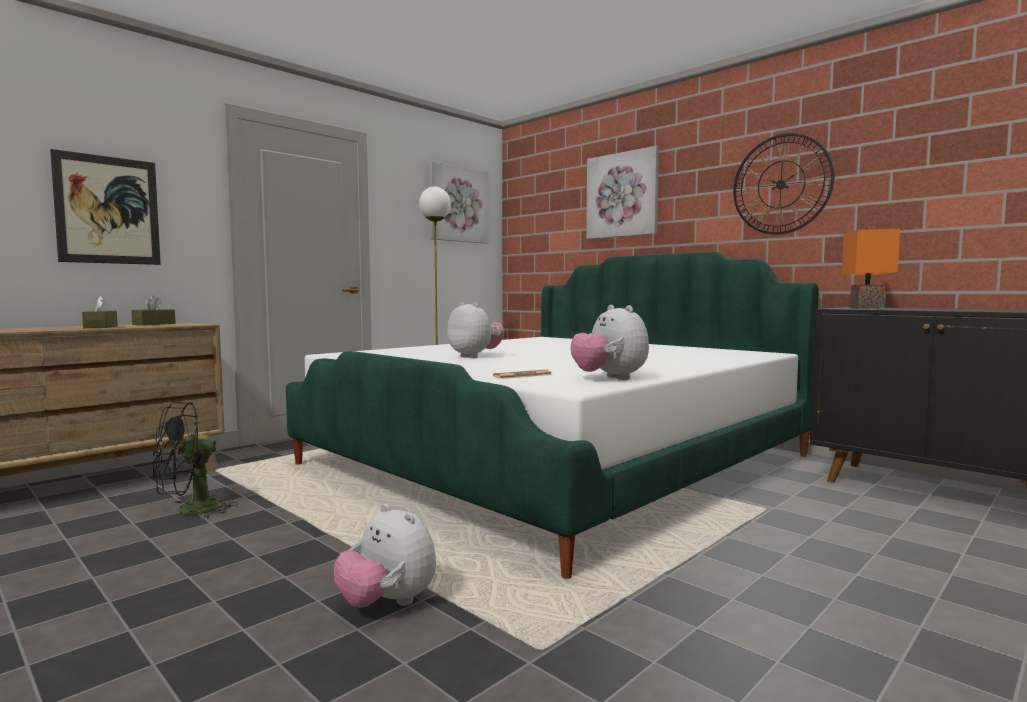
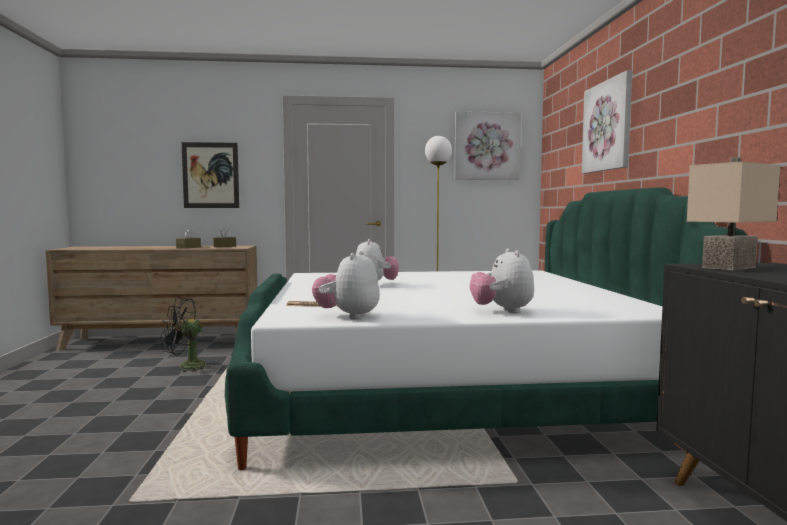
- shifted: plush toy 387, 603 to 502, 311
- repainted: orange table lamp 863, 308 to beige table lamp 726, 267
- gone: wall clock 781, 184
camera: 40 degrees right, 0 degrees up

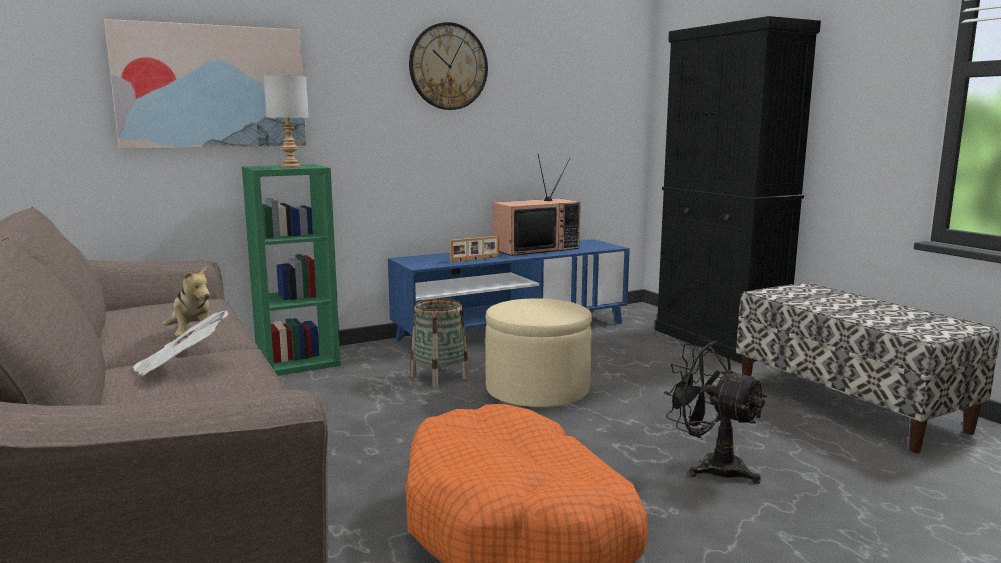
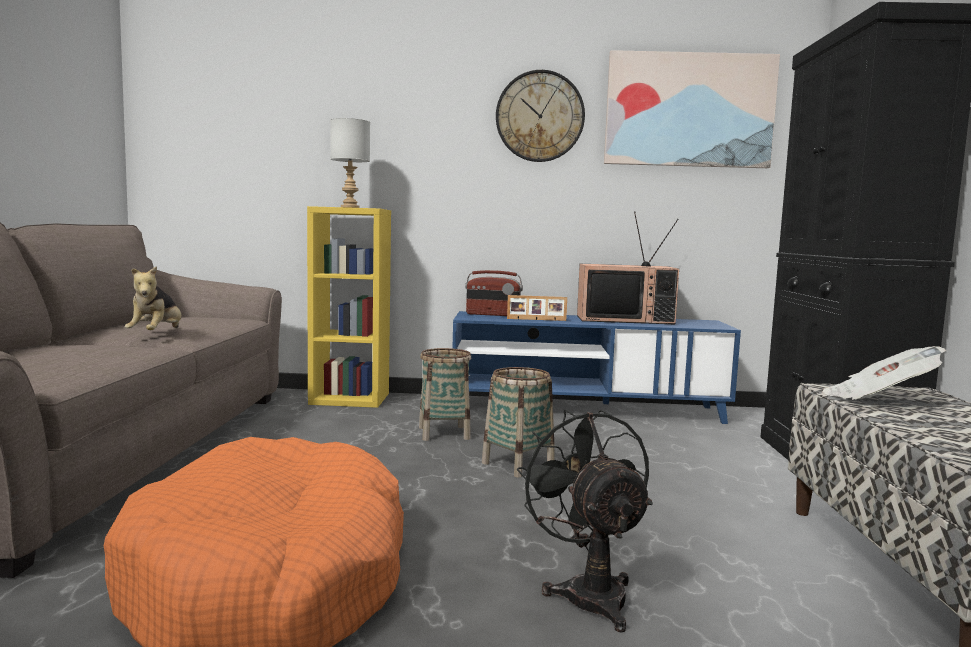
- repainted: green bookcase 298, 362 to yellow bookcase 351, 398
- new: radio 493, 314
- swapped: beige ottoman 537, 391 to basket 518, 465
- shifted: picture 211, 87 to 688, 110
- shifted: newspaper 181, 367 to 878, 400
camera: 30 degrees right, 5 degrees down

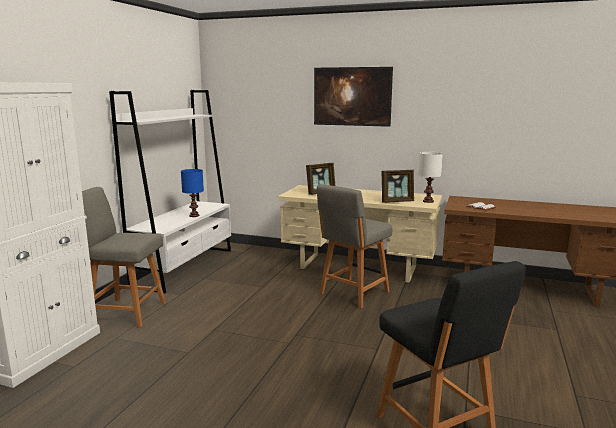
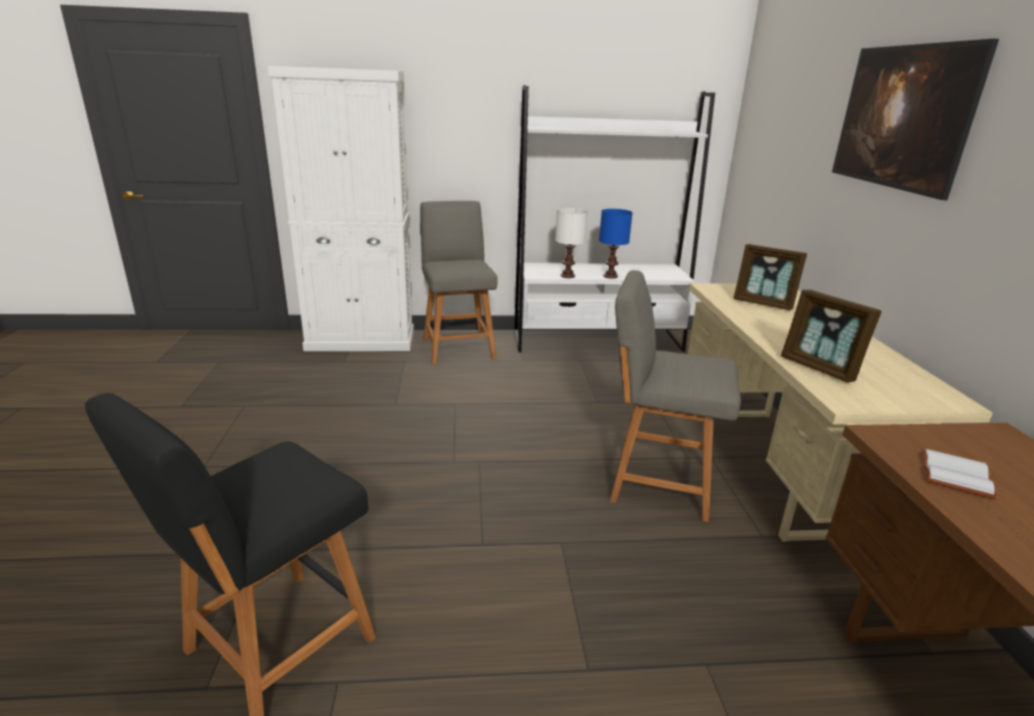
- shifted: white table lamp 428, 201 to 568, 276
camera: 65 degrees right, 10 degrees up

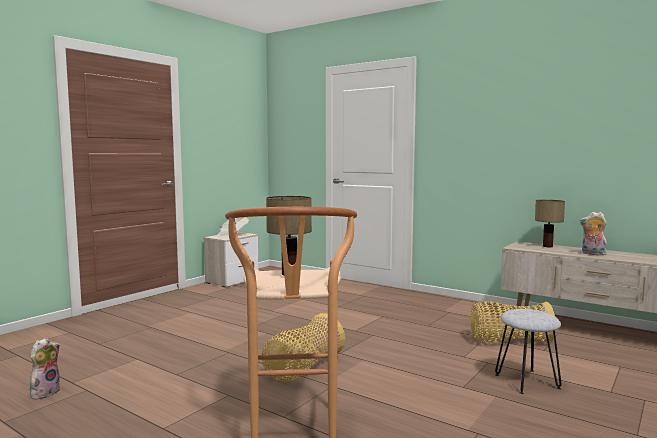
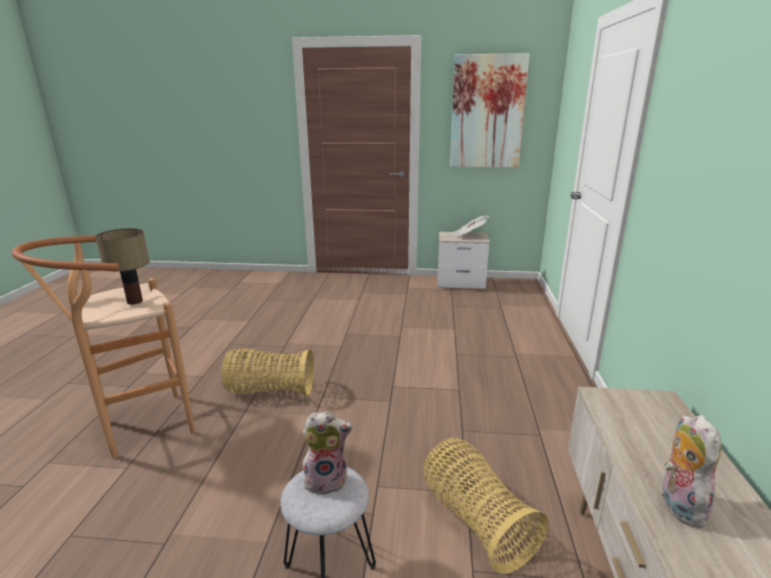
- shifted: plush toy 45, 392 to 327, 480
- new: picture 487, 112
- gone: table lamp 547, 246
camera: 60 degrees right, 15 degrees up

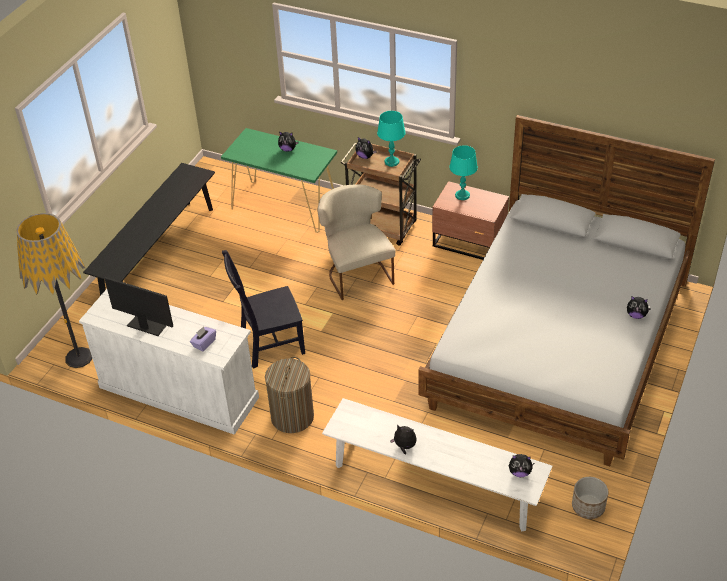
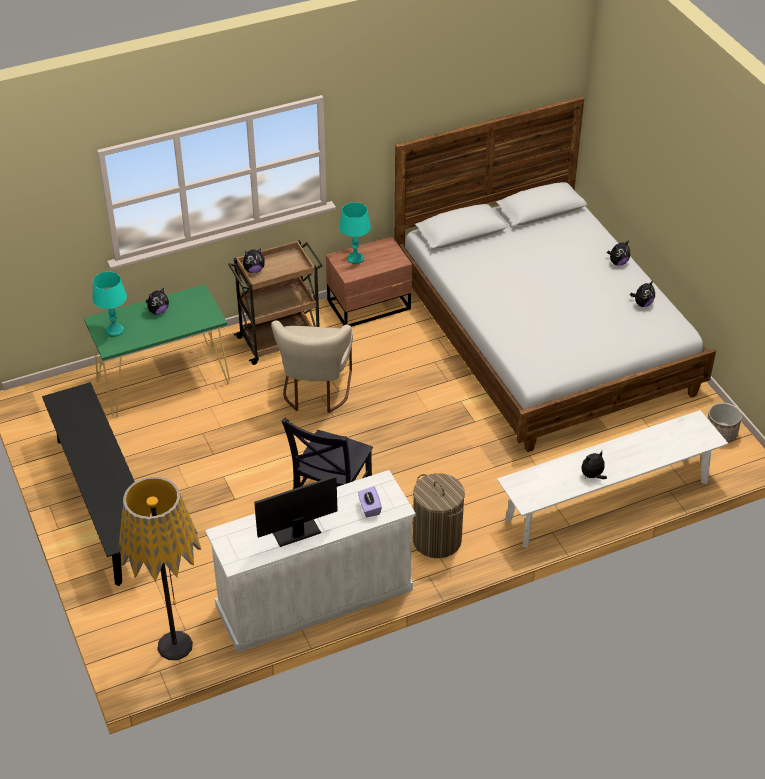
- shifted: turquoise table lamp 391, 162 to 114, 330
- rotated: beige chair 357, 273 = 316, 392 105 degrees counterclockwise
- shifted: plush toy 519, 472 to 642, 304
camera: 50 degrees left, 0 degrees up

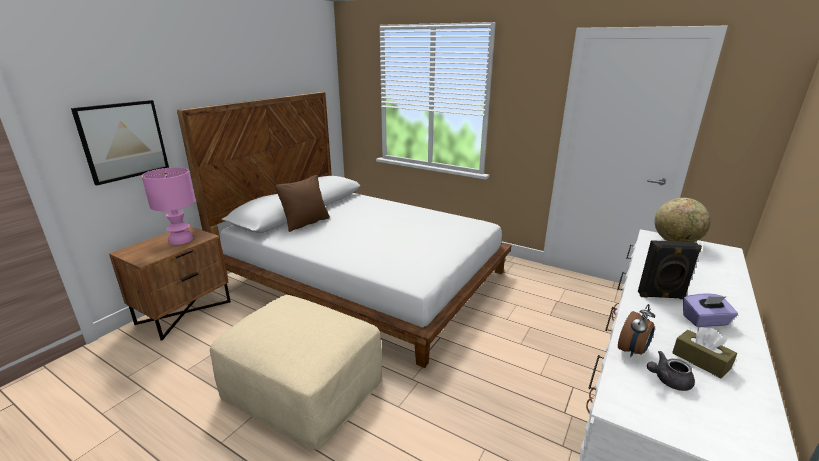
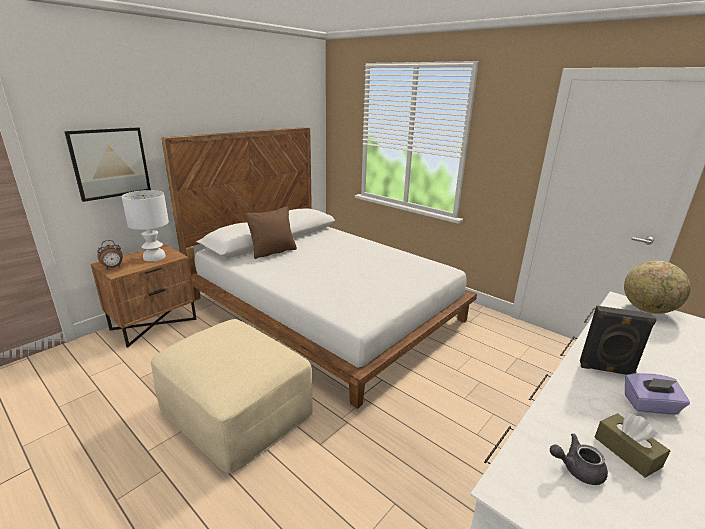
- shifted: alarm clock 632, 351 to 113, 267
- repainted: pink table lamp 181, 239 to white table lamp 155, 257
camera: 10 degrees right, 0 degrees up

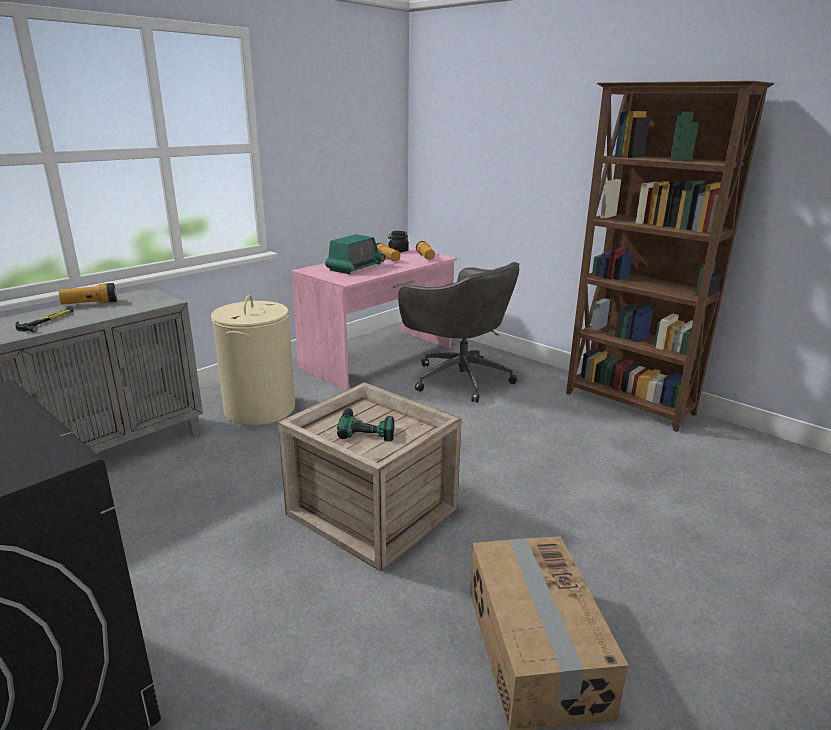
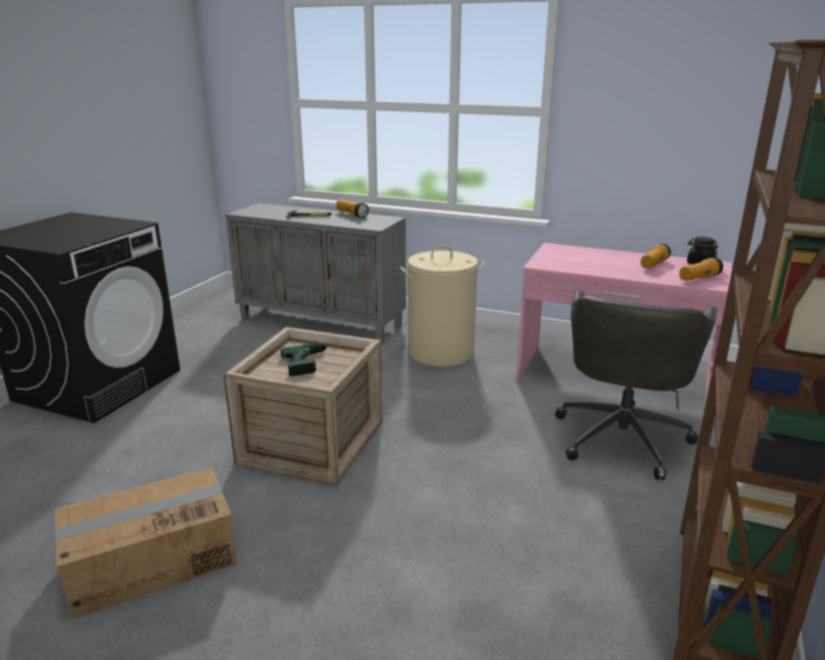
- gone: radio 355, 267
camera: 70 degrees right, 0 degrees up

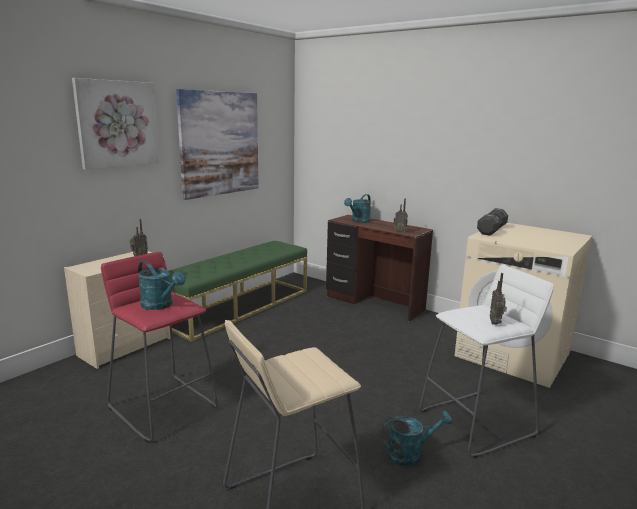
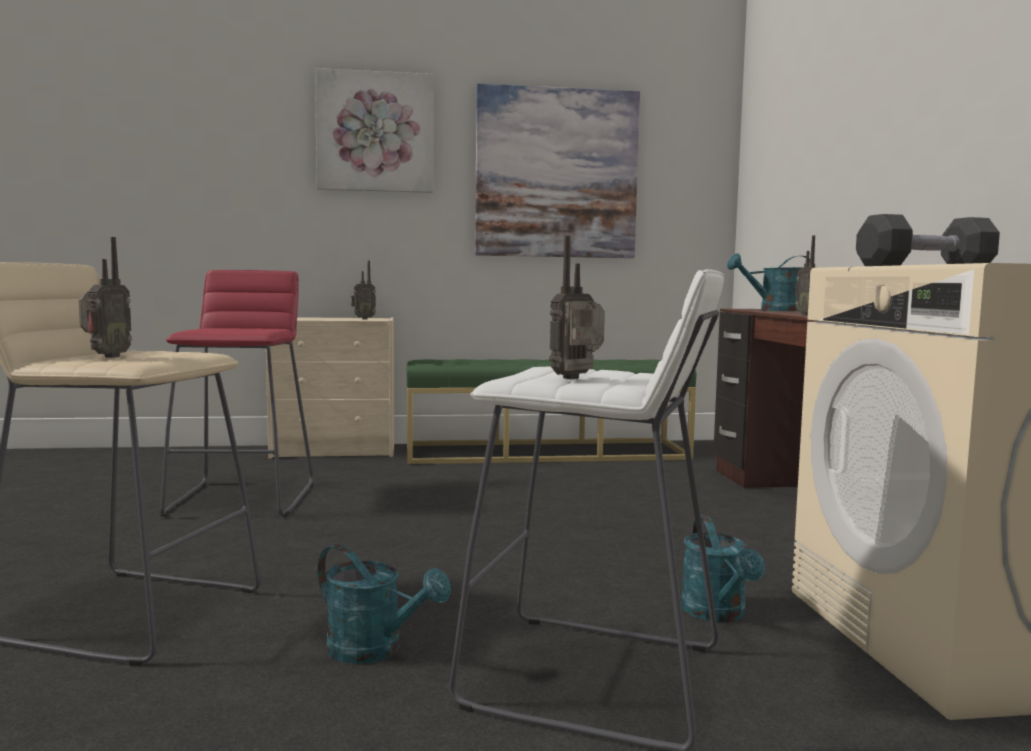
- new: radio 105, 357
- shifted: turquoise watering can 161, 305 to 718, 614
camera: 45 degrees right, 10 degrees down

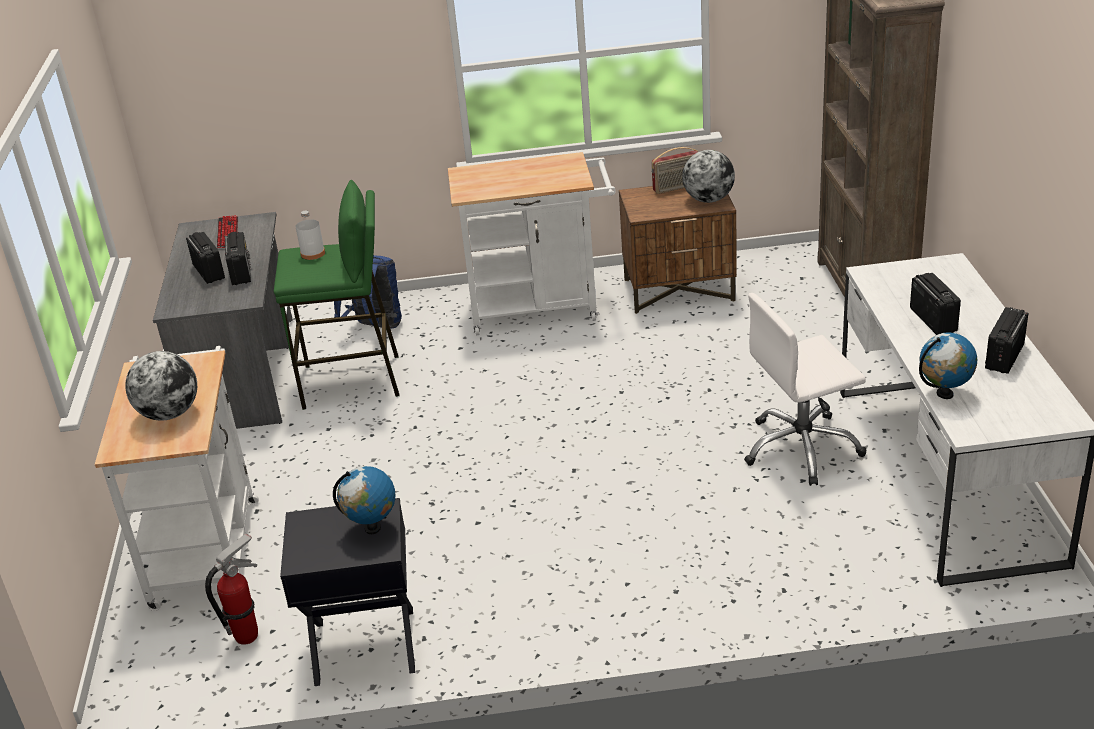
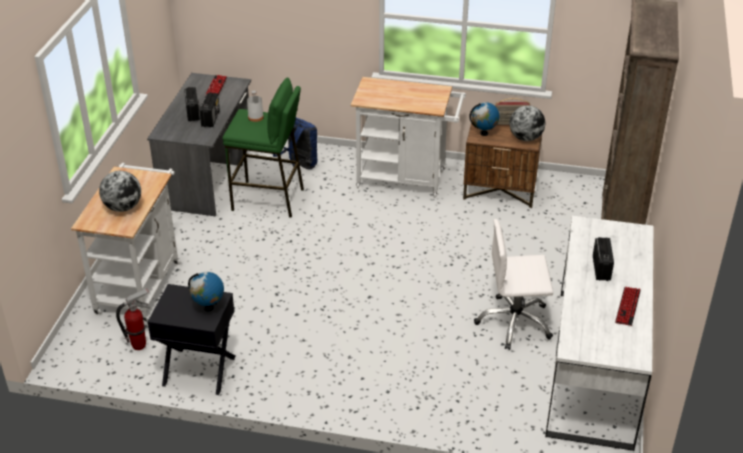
- shifted: globe 944, 394 to 484, 133
- swapped: radio 1004, 357 to keyboard 627, 307
camera: 15 degrees right, 5 degrees up

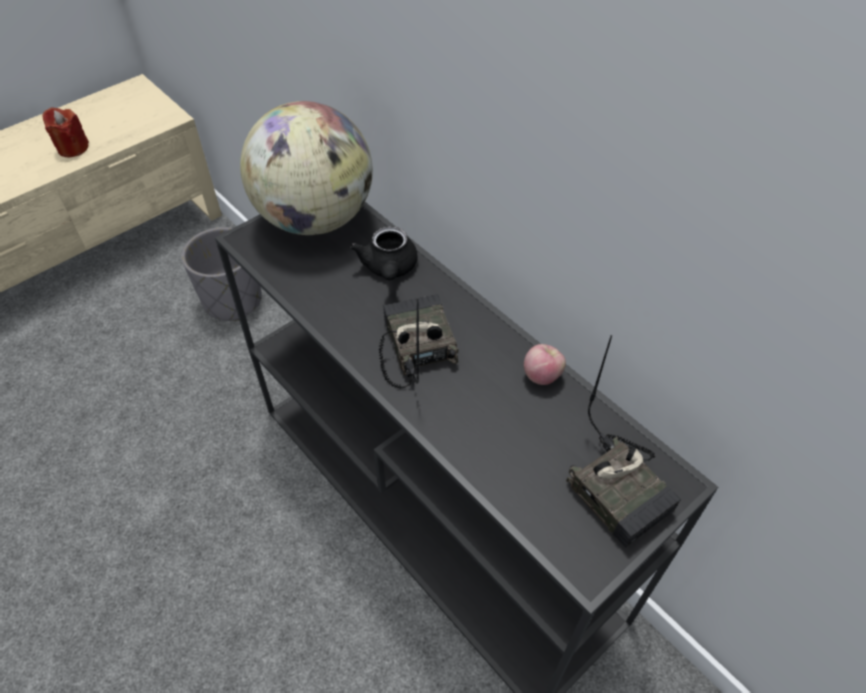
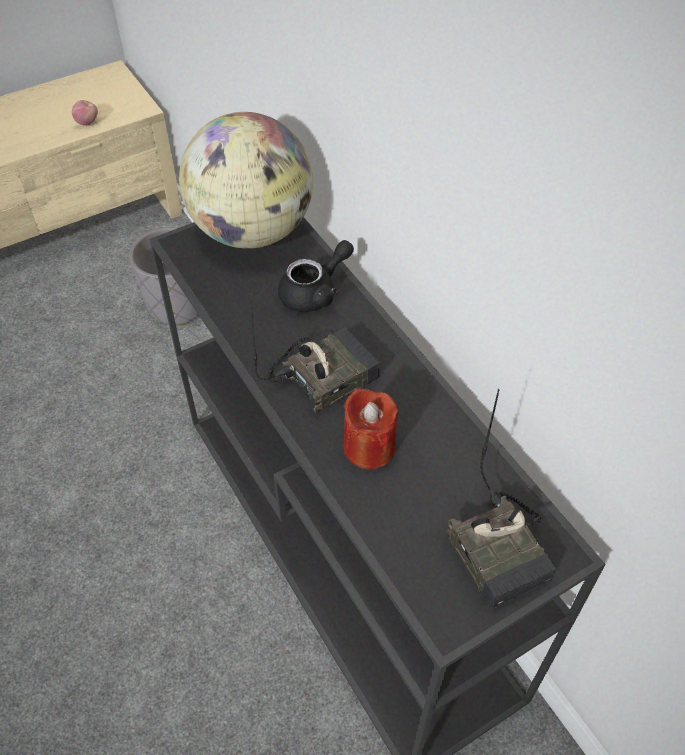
- shifted: apple 542, 375 to 87, 122
- rotated: radio 414, 346 = 323, 375 60 degrees clockwise
- rotated: black teapot 389, 269 = 315, 292 135 degrees counterclockwise
- shifted: red candle 73, 148 to 369, 447
camera: 10 degrees right, 0 degrees up

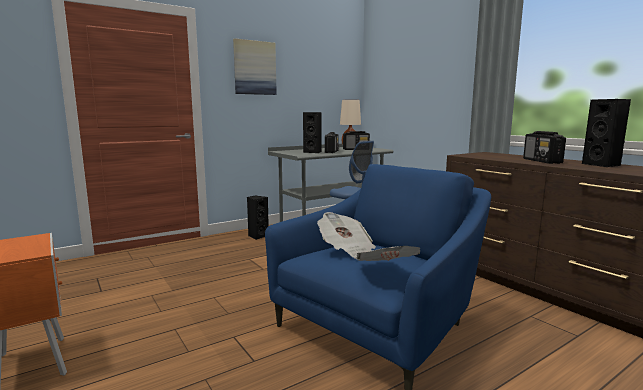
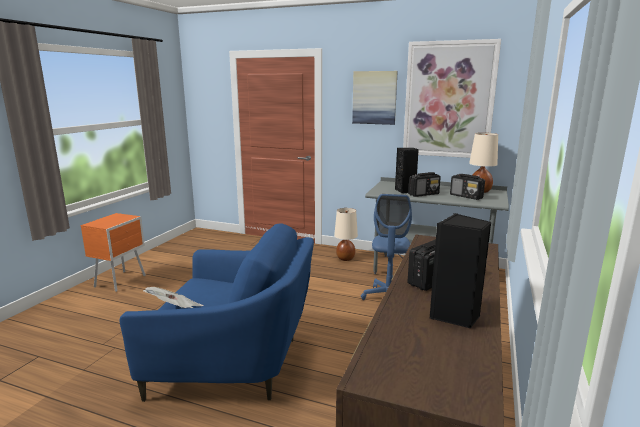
- swapped: black speaker 257, 236 to beige table lamp 345, 258
- new: picture 448, 100
- gone: newspaper 346, 250
camera: 55 degrees right, 5 degrees up

